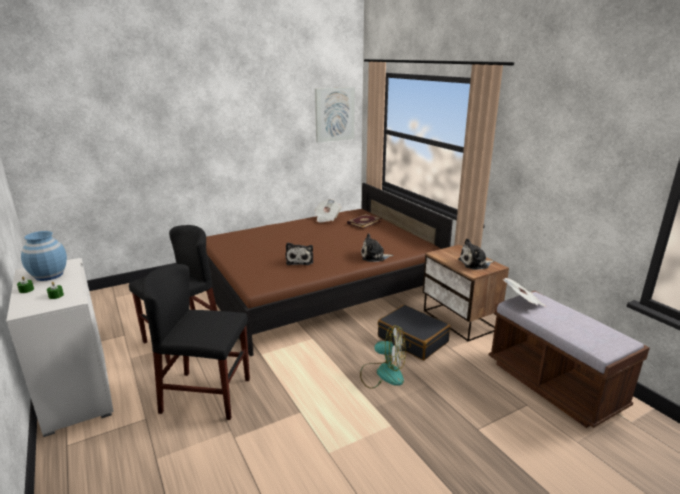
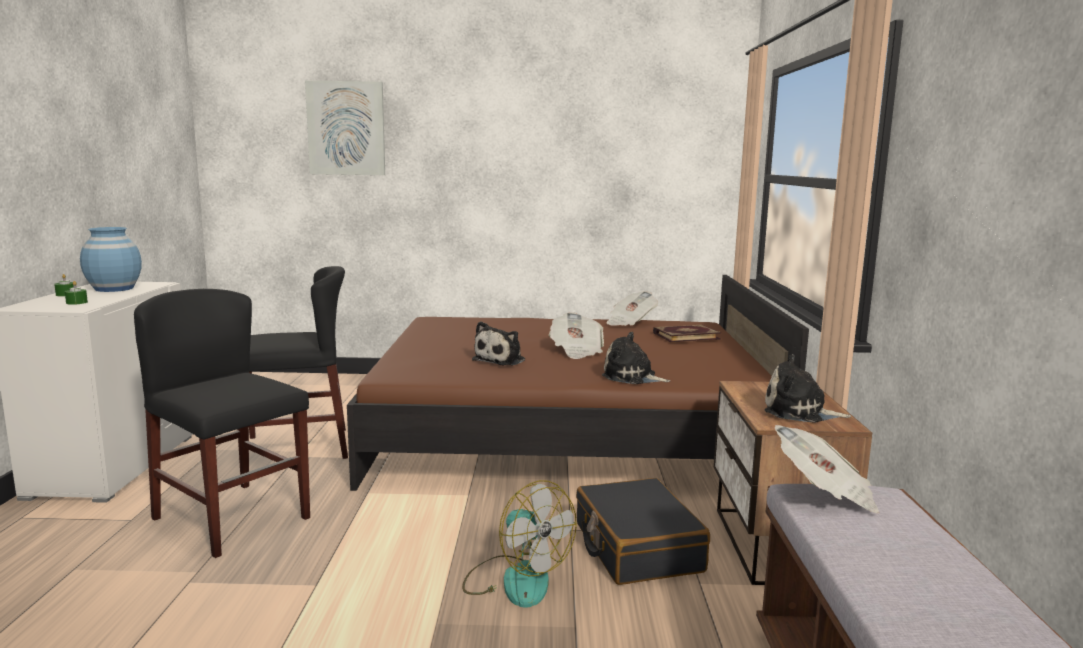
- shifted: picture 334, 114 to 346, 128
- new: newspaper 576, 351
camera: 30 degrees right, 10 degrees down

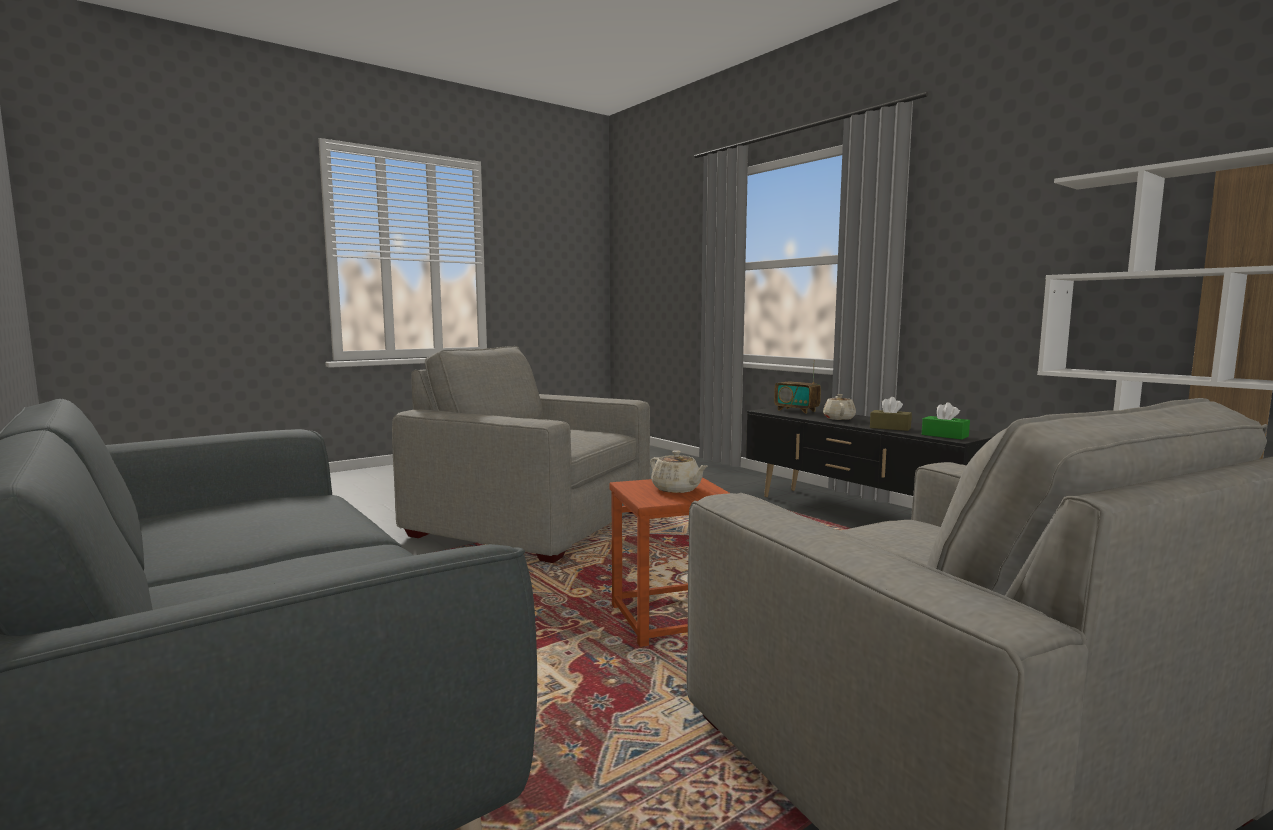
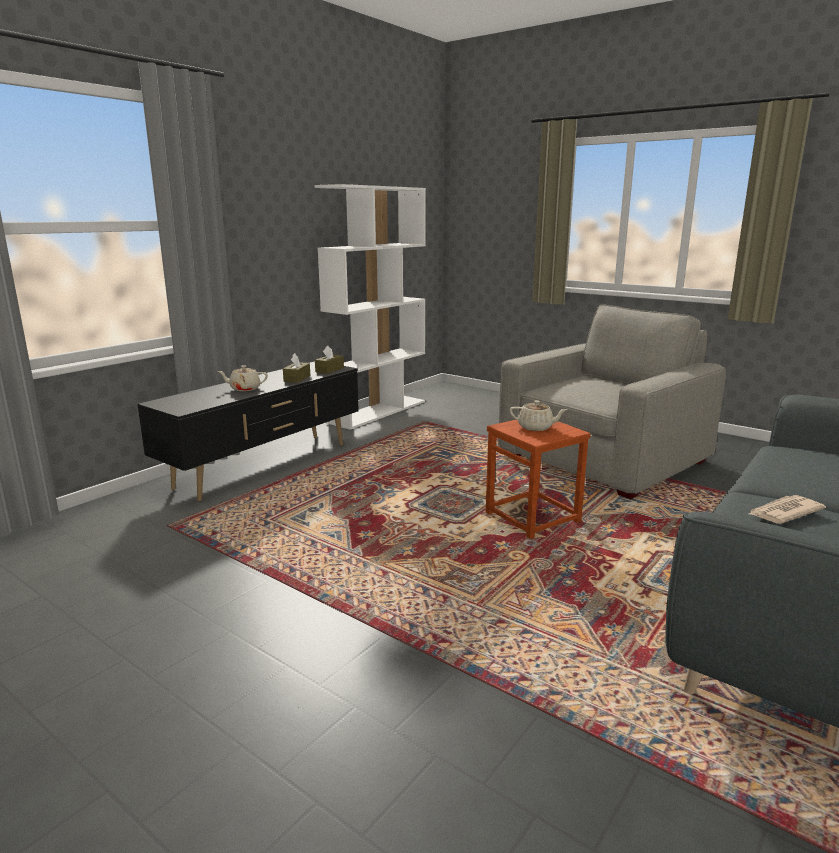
- repainted: green tissue box 944, 435 to brown tissue box 329, 370
- rotated: beige teapot 677, 489 = 536, 427 75 degrees clockwise
- new: newspaper 783, 512
- gone: grey armchair 532, 523
- gone: radio 796, 410
camera: 105 degrees left, 10 degrees up

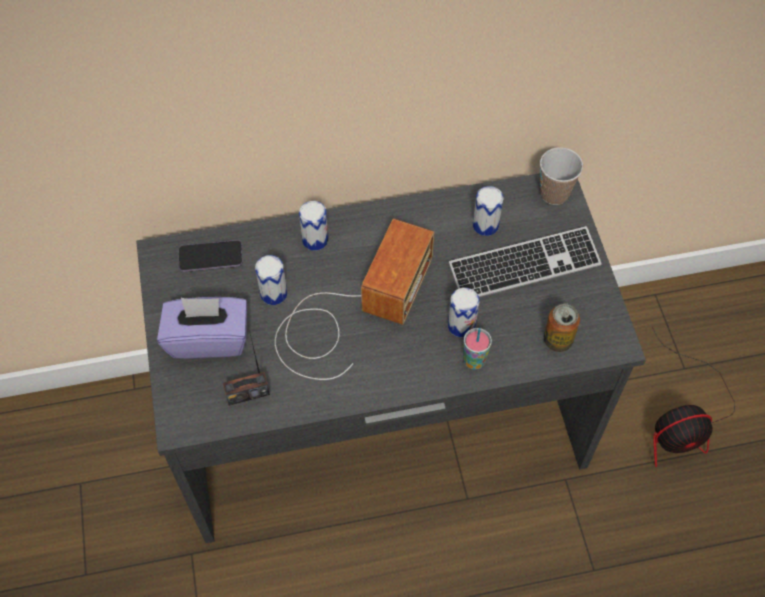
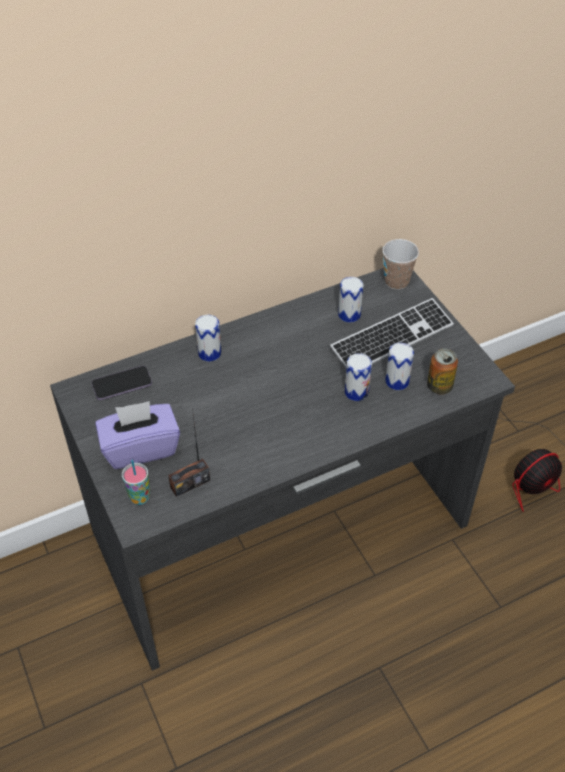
- shifted: cup 474, 361 to 139, 497
- shifted: can 273, 293 to 397, 381
- gone: radio 351, 312
camera: 15 degrees left, 10 degrees down

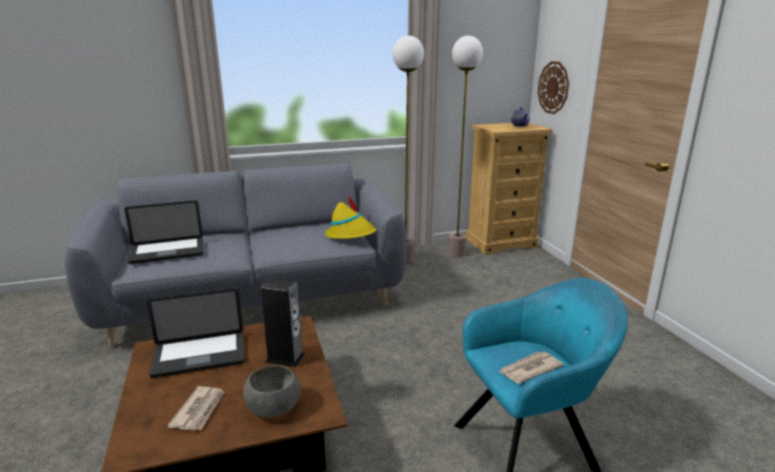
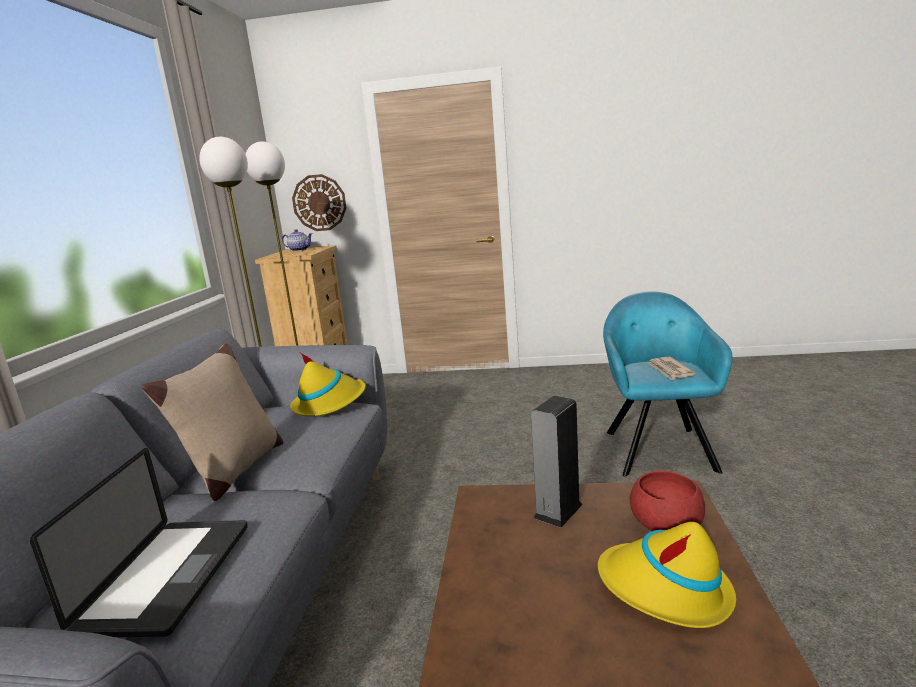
- new: beige pillow 234, 471
- swapped: newspaper 199, 410 to yellow hat 665, 590
- repainted: grey bowl 273, 407 to red bowl 666, 525
- gone: laptop 199, 356
camera: 65 degrees left, 5 degrees down

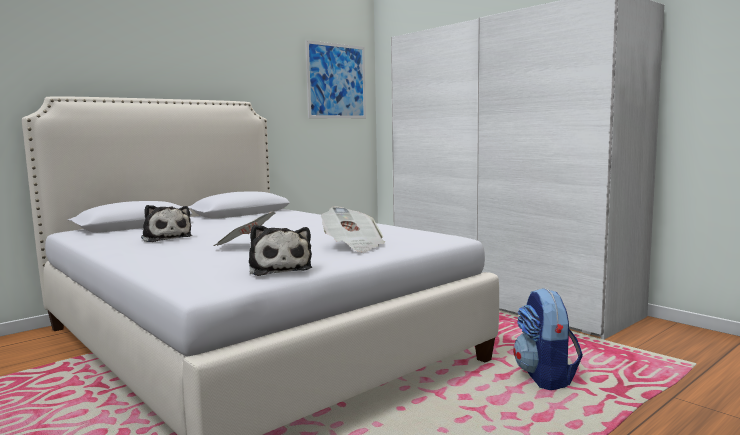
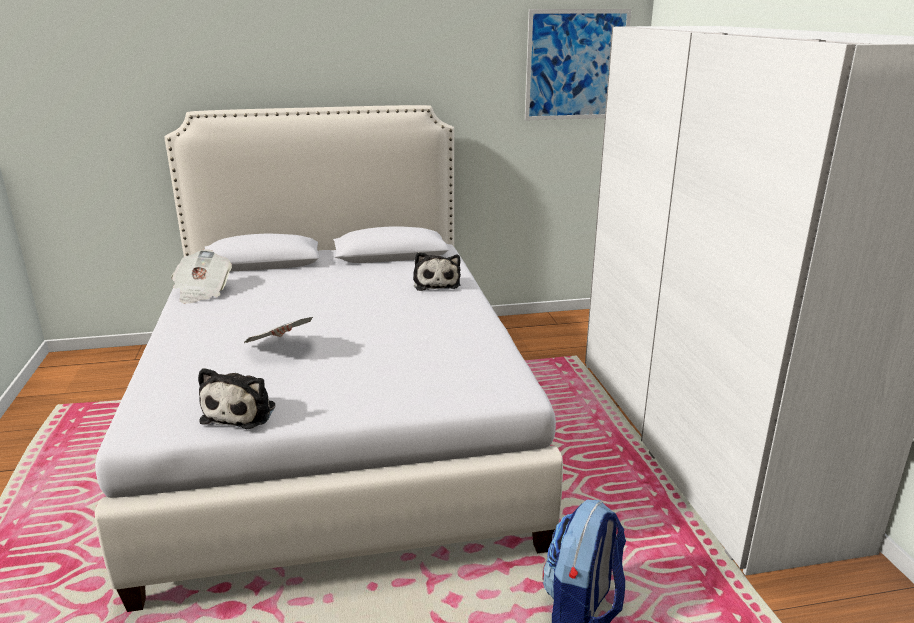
- shifted: newspaper 353, 246 to 202, 292
- shifted: plush toy 166, 238 to 436, 283
camera: 30 degrees right, 15 degrees up

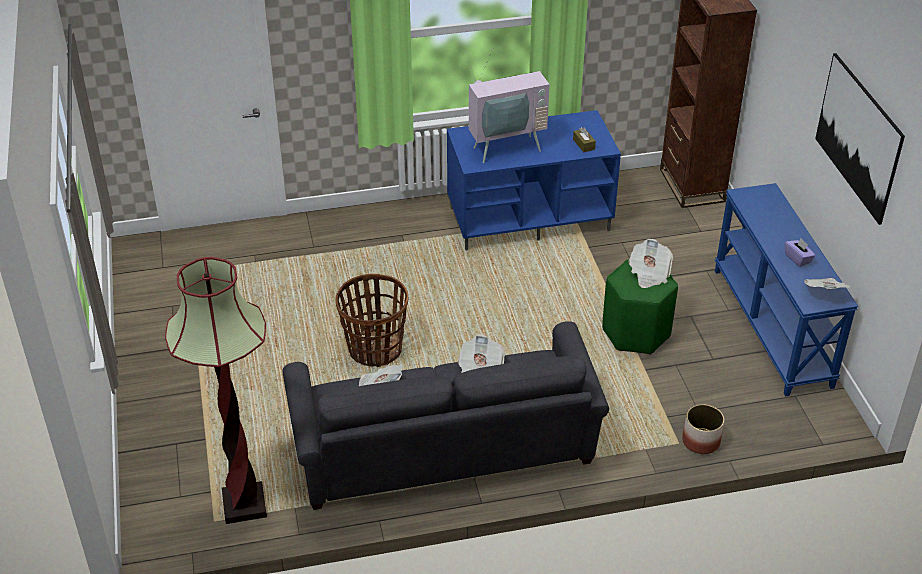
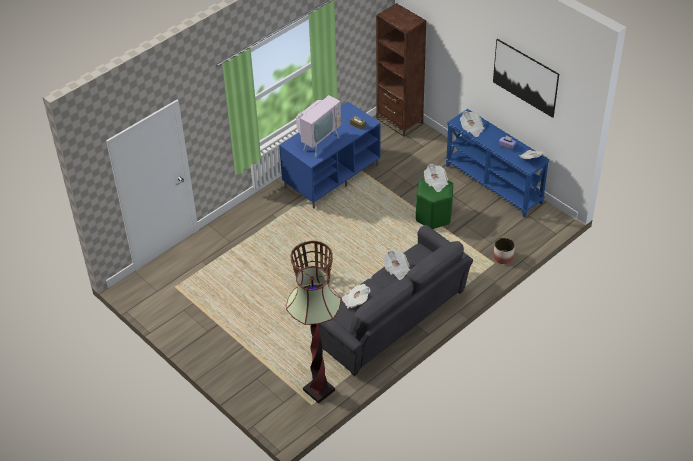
- new: newspaper 471, 129
camera: 30 degrees left, 5 degrees up

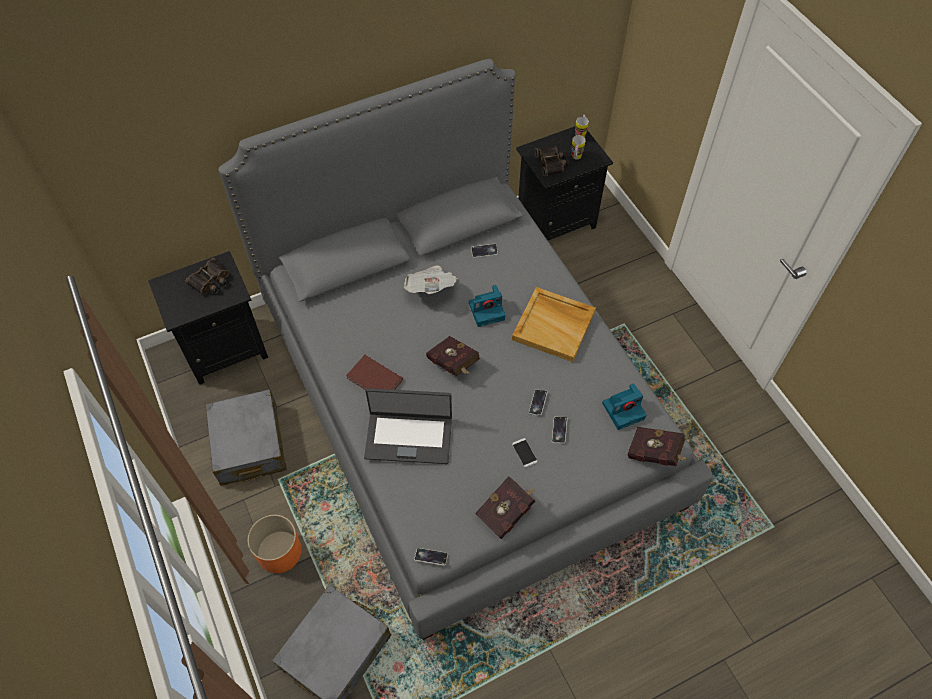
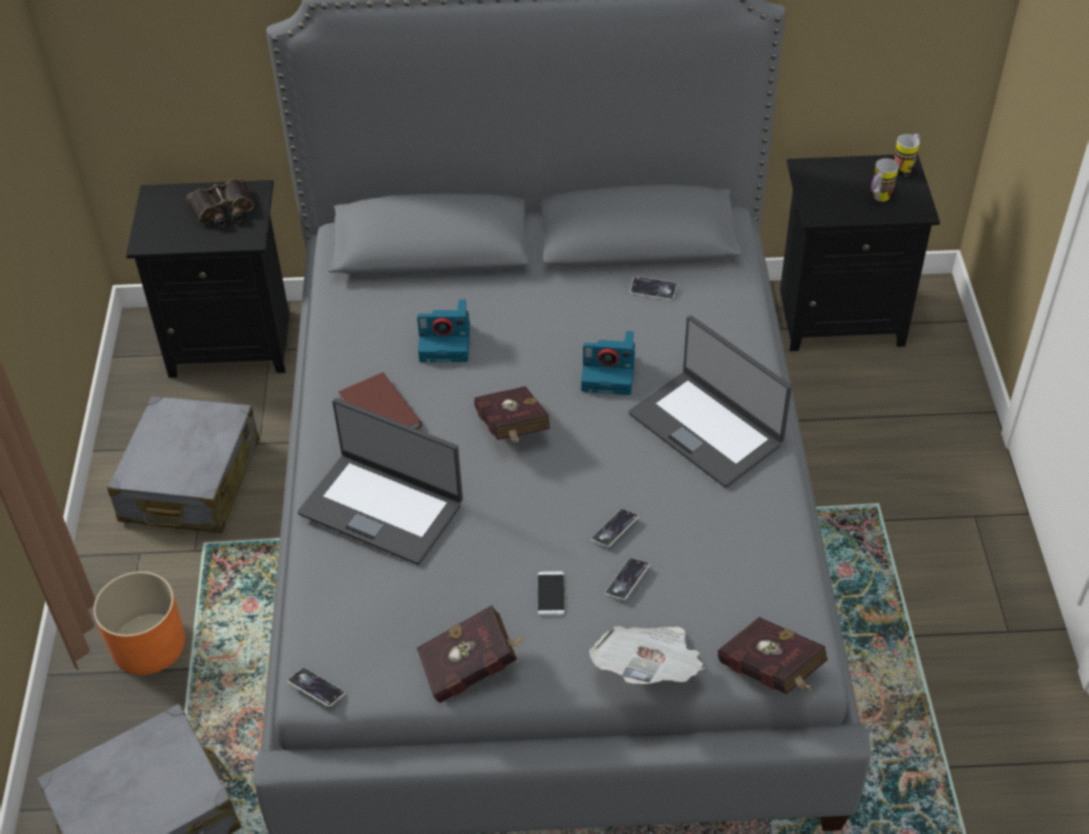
- shifted: photo camera 623, 410 to 446, 342
- shifted: newspaper 430, 288 to 648, 670
- swapped: beige tray 554, 326 to laptop 707, 428
- gone: binoculars 551, 163
camera: 25 degrees right, 10 degrees down

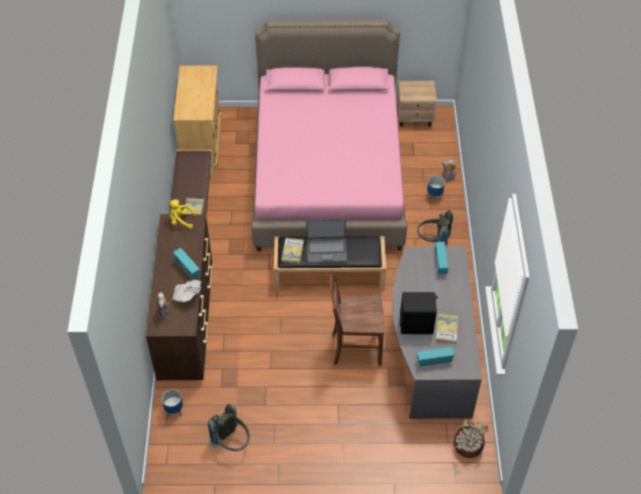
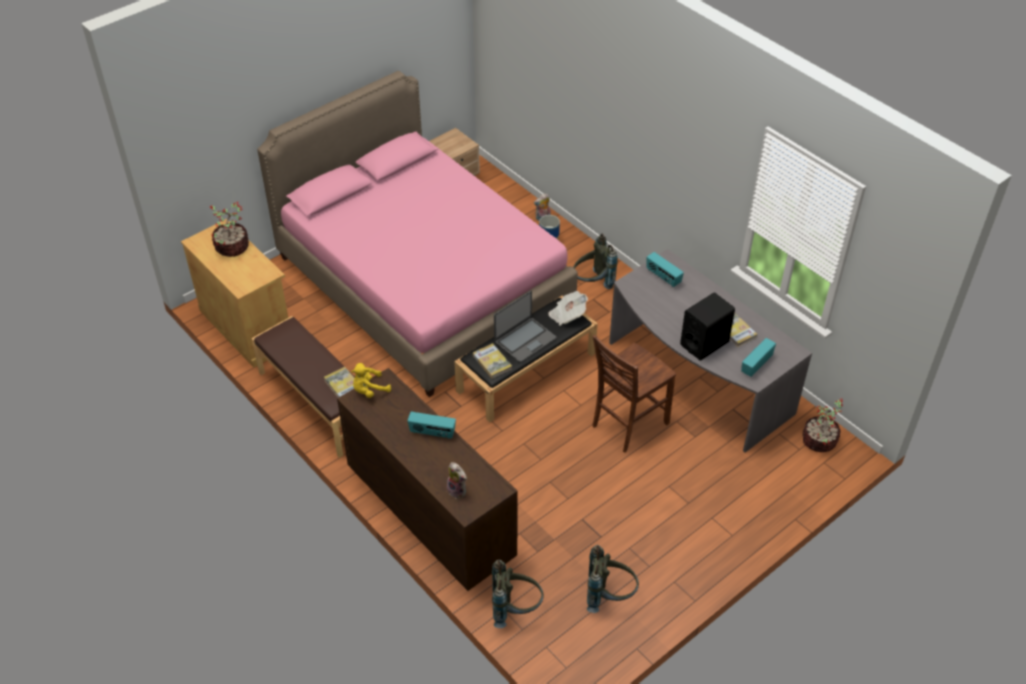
- new: potted plant 231, 248
- swapped: planter 174, 410 to grey backpack 515, 609
- shifted: newspaper 187, 295 to 567, 315
camera: 40 degrees left, 5 degrees down

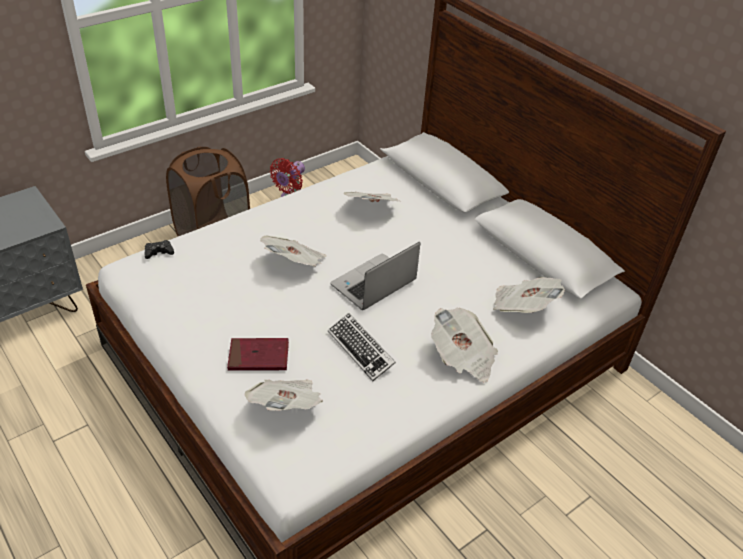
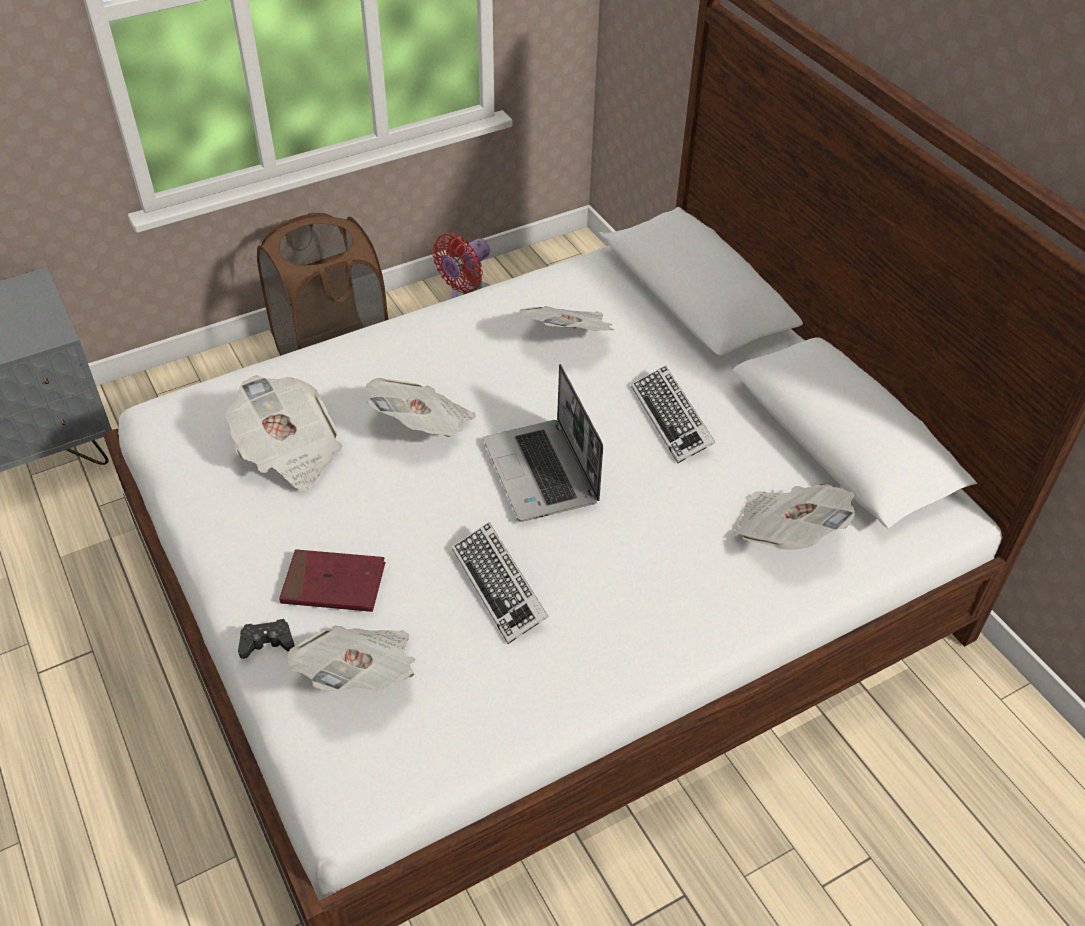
- shifted: newspaper 462, 357 to 289, 452
- shifted: black game controller 159, 252 to 267, 643
- rotated: laptop 373, 284 = 543, 473 75 degrees counterclockwise
- new: keyboard 672, 419
camera: 10 degrees right, 5 degrees up

